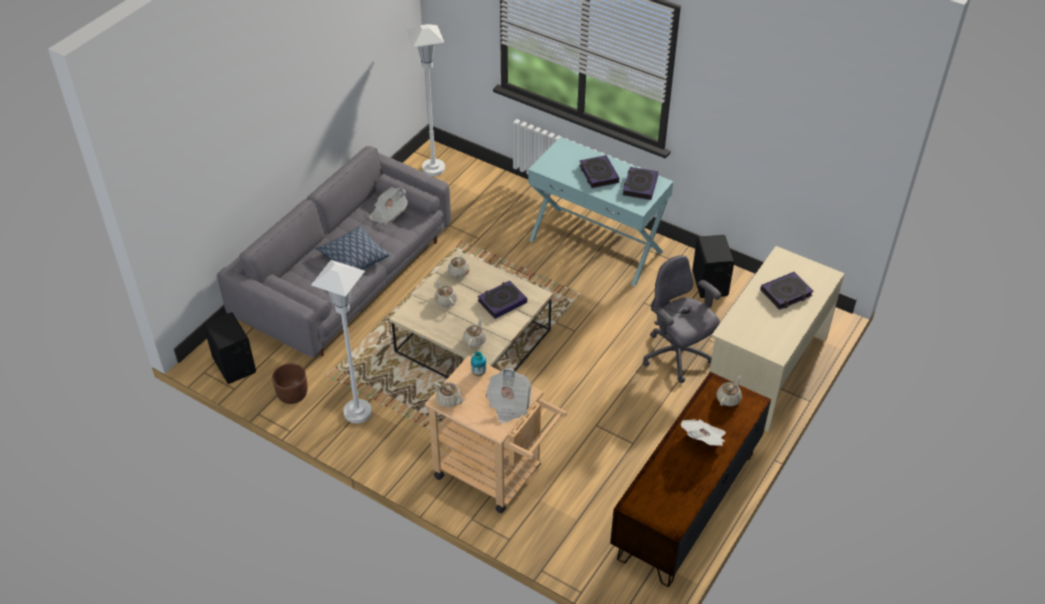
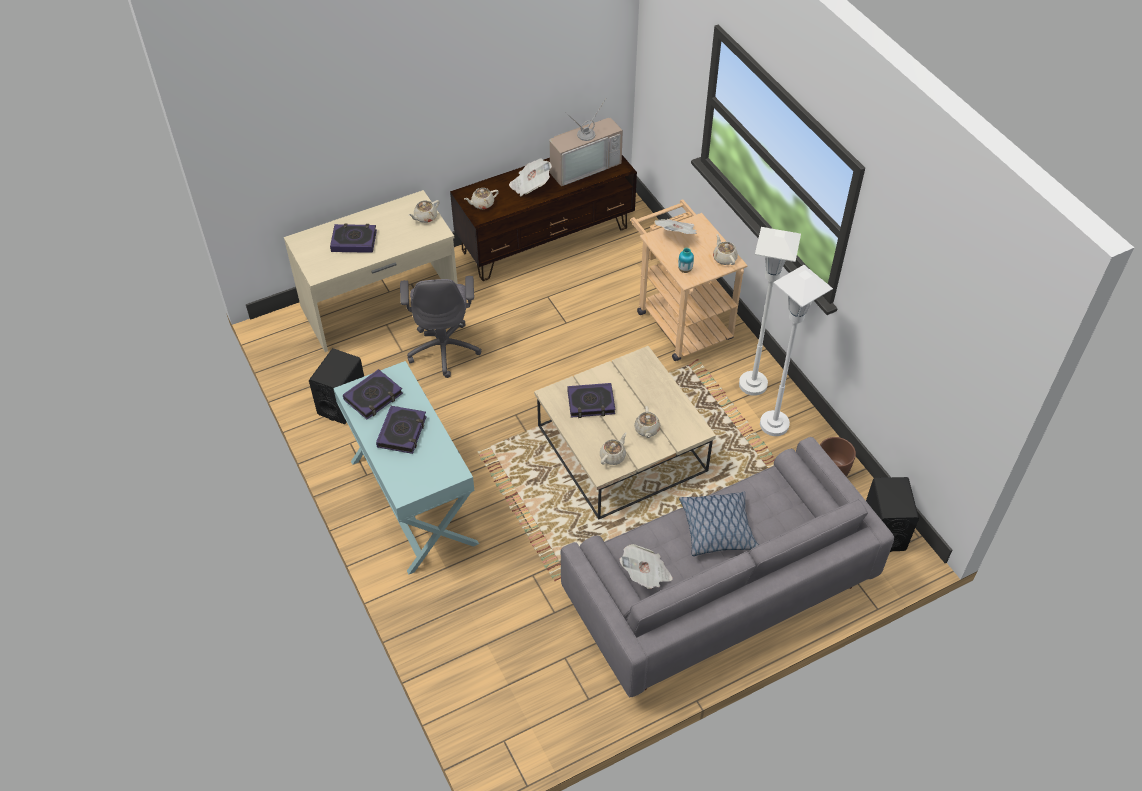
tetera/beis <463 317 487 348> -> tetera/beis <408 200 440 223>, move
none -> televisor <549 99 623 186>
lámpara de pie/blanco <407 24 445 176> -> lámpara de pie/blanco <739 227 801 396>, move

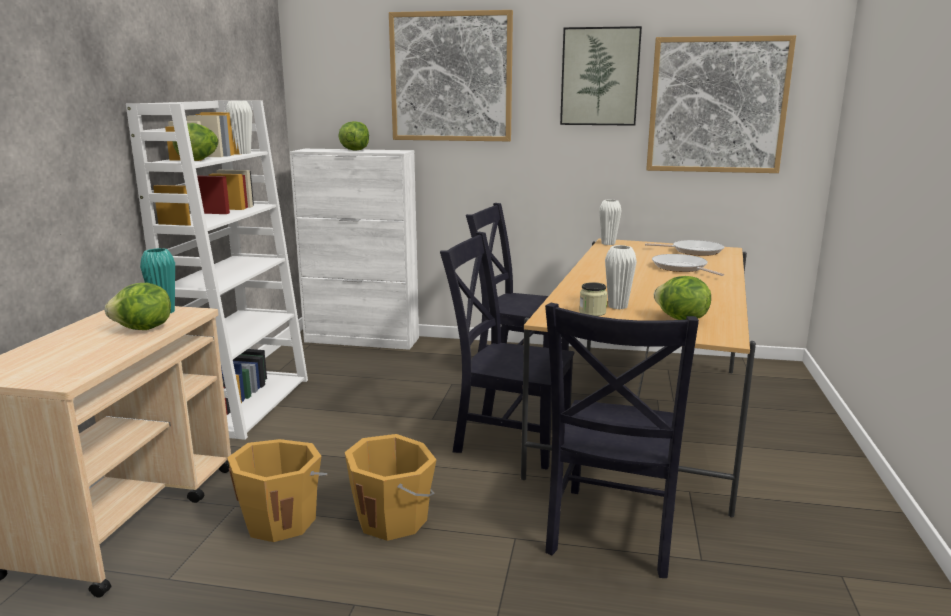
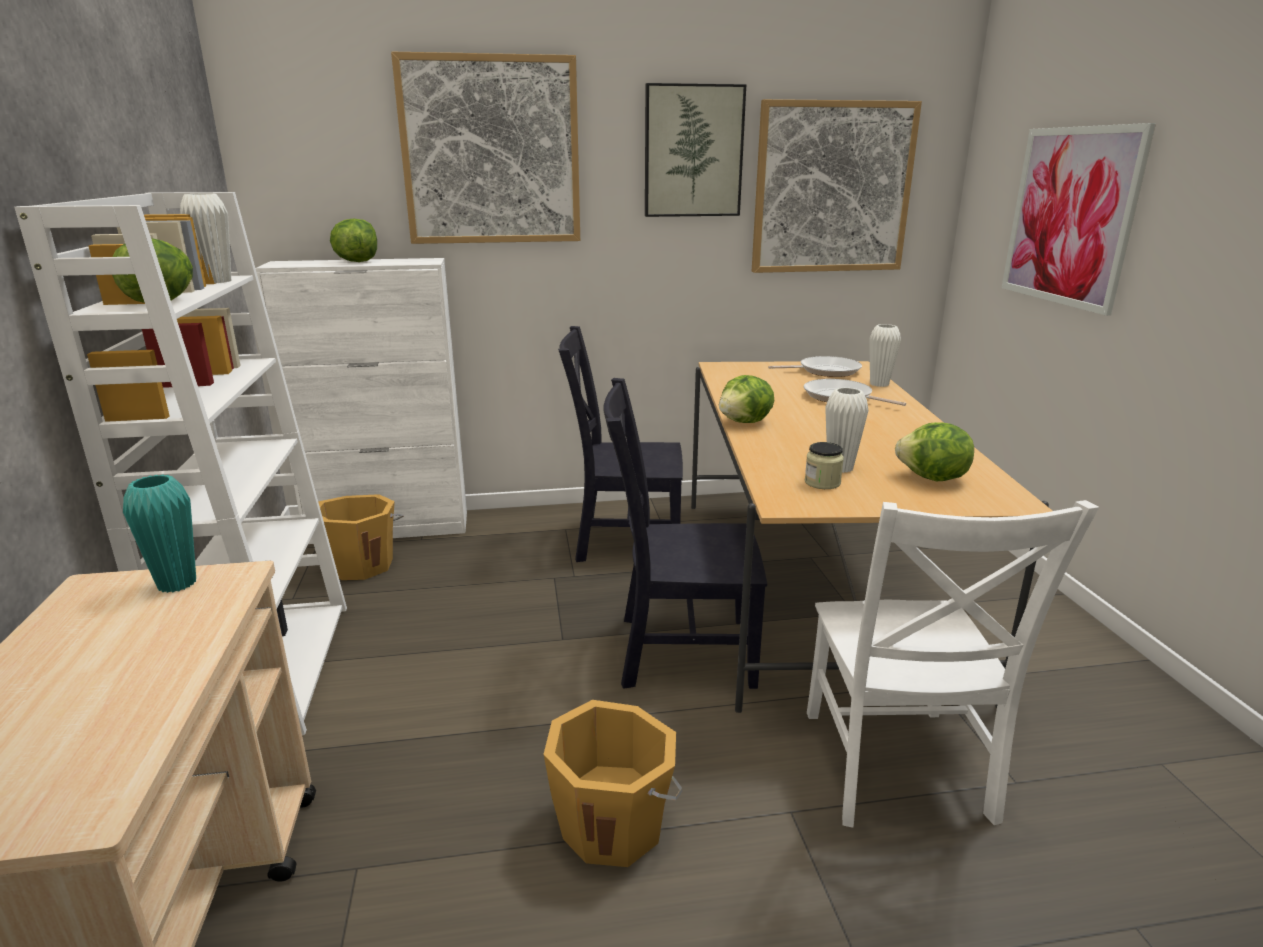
cubo/naranja <227 439 328 542> -> cubo/naranja <318 494 404 580>, move
lechuga <104 283 171 330> -> lechuga <719 375 774 423>, move
silla/negro <545 303 699 578> -> silla/blanco <807 500 1099 828>
florero/blanco <599 200 622 245> -> florero/blanco <869 324 901 387>, move
none -> cuadro <1002 123 1156 316>

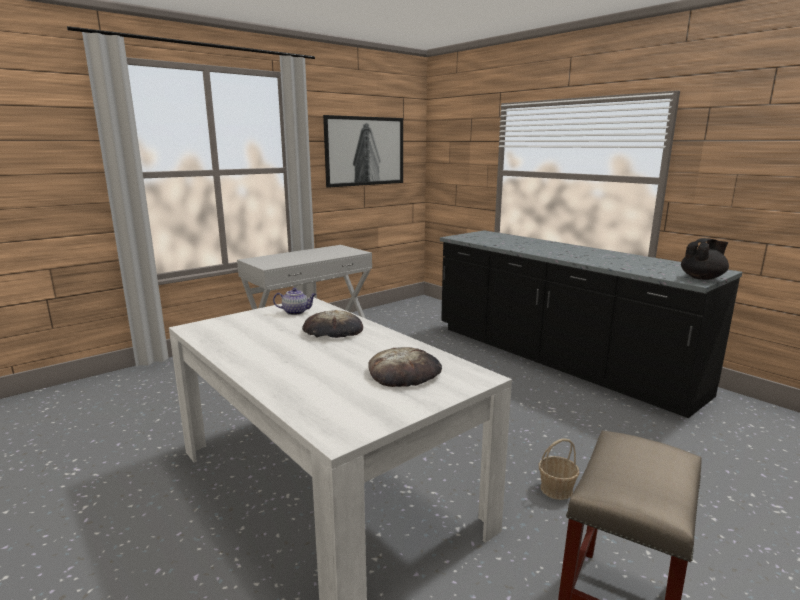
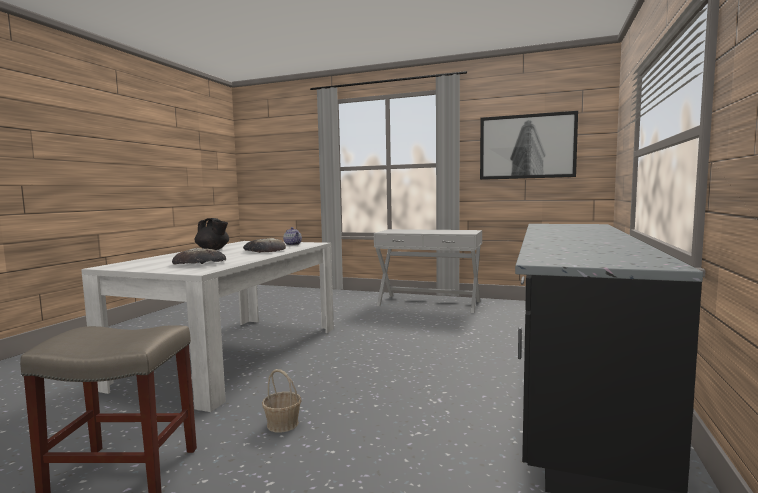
tetera/negro <681 238 729 280> -> tetera/negro <195 218 229 250>, move

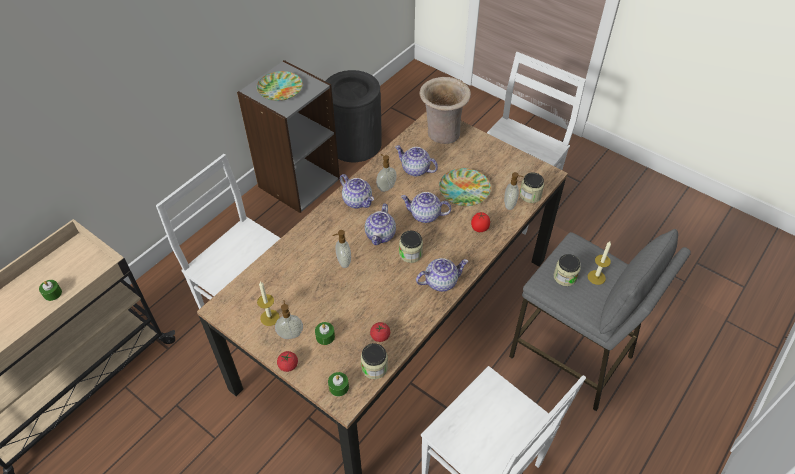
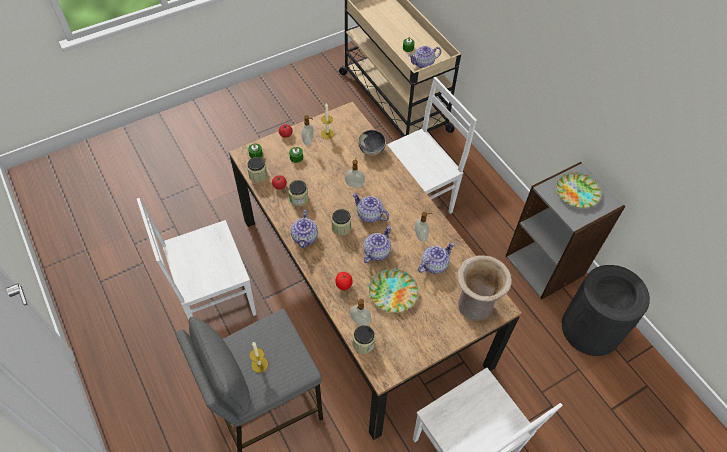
tarro <554 254 581 286> -> tarro <288 180 308 206>, move
none -> cuenco <358 130 386 156>
tetera <340 174 374 208> -> tetera <408 46 441 68>, move

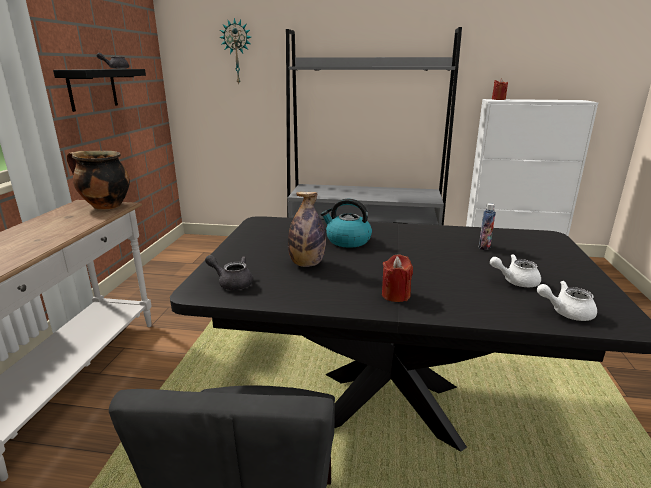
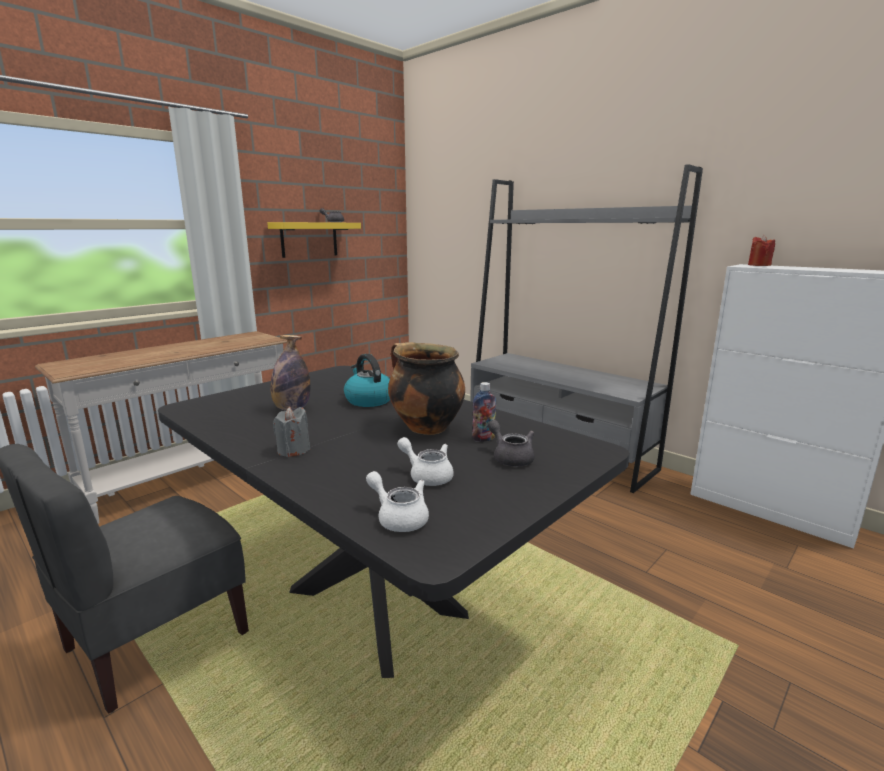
estante/negro <53 69 146 112> -> estante/amarillo <267 222 361 258>
vela/rojo <382 254 413 302> -> vela/gris <273 407 310 457>
olla <67 151 130 210> -> olla <388 342 465 435>, move
tetera/gris <205 255 253 290> -> tetera/gris <488 420 534 467>, move
reloj de pared <219 18 251 84> -> none

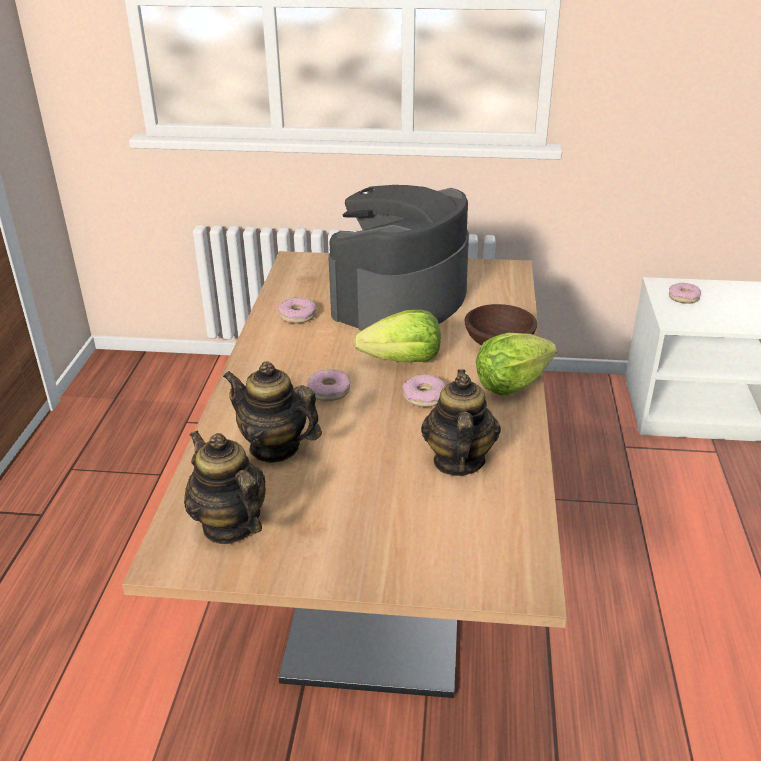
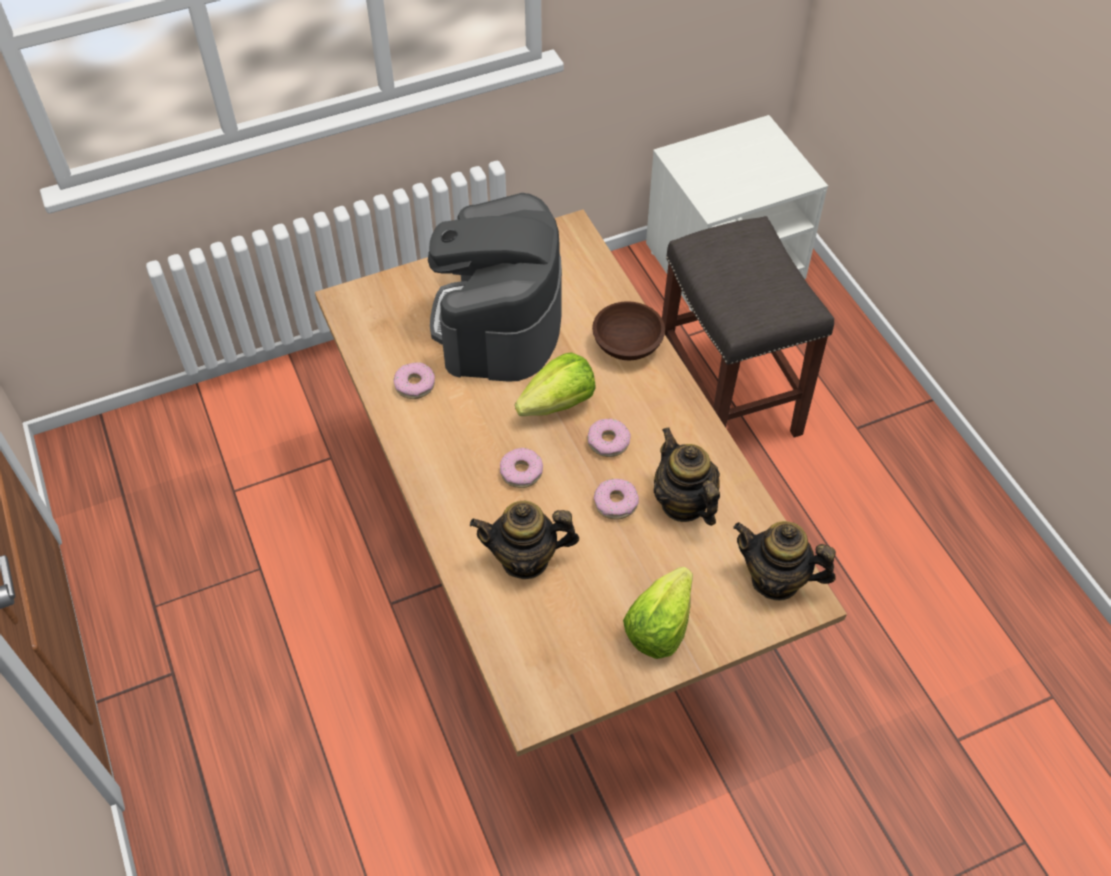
rosquilla <669 283 701 304> -> rosquilla <594 479 639 519>, move
lechuga <476 333 557 395> -> lechuga <623 567 693 659>, move
none -> taburete/gris <662 216 834 438>
tetera <184 431 266 544> -> tetera <733 521 836 601>, move

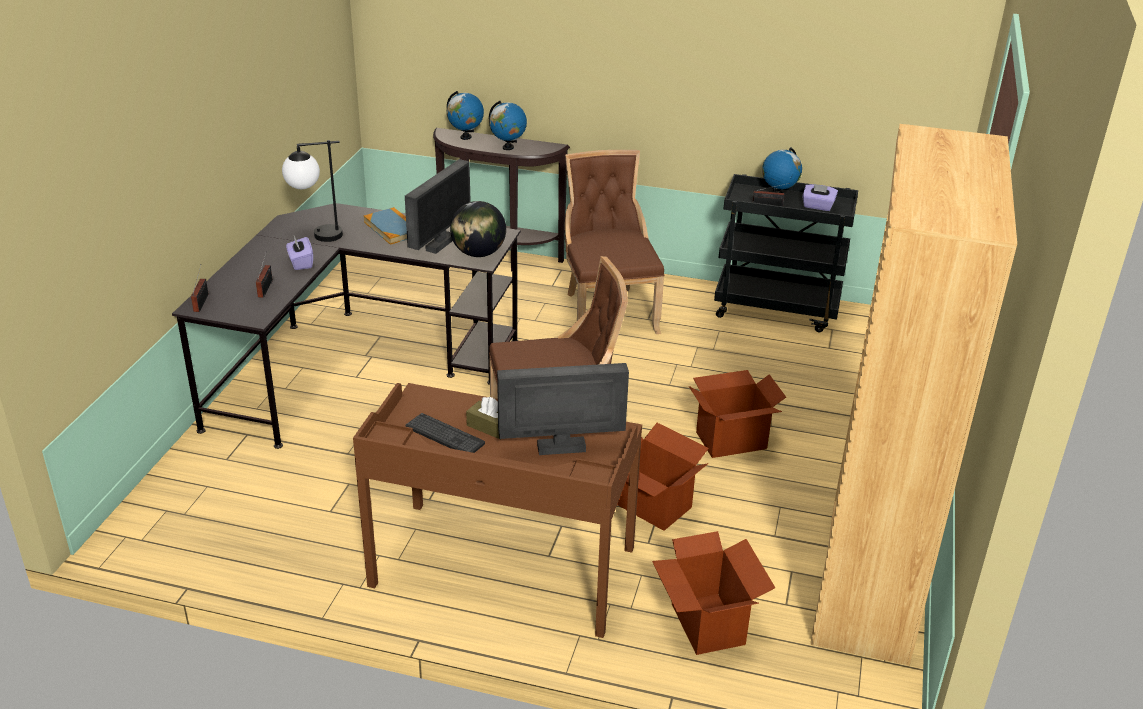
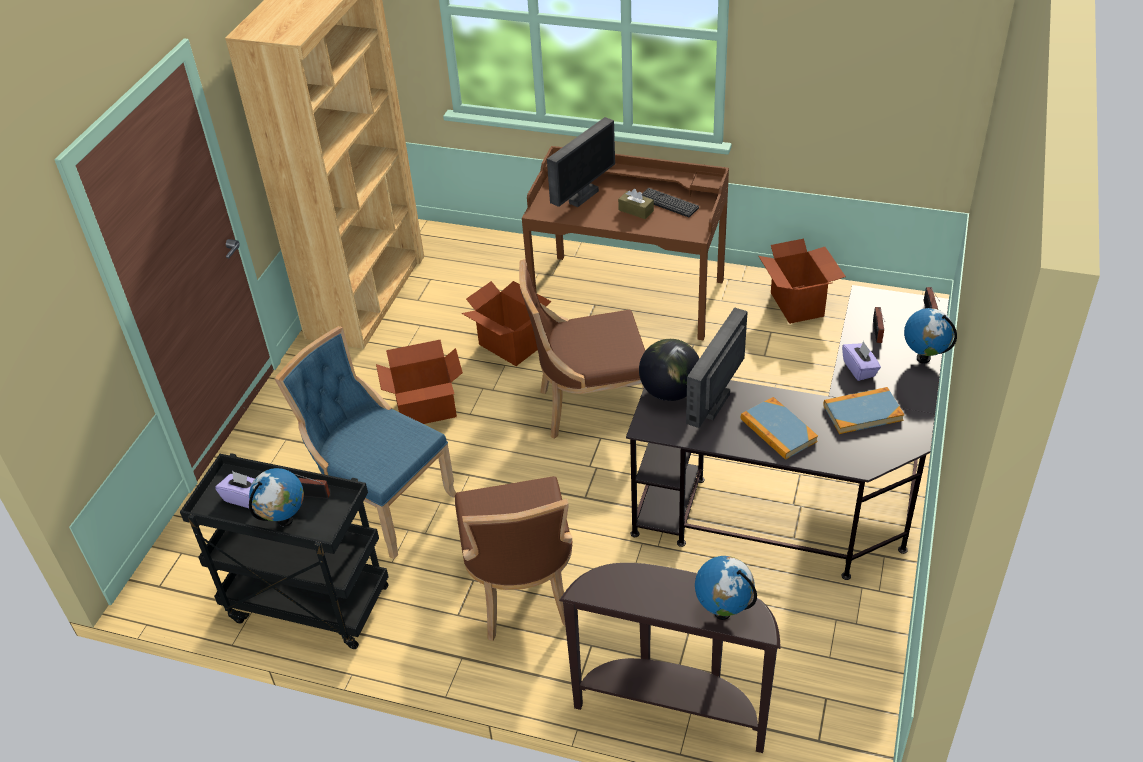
none -> silla/azul <274 326 457 559>
monitor <497 363 629 455> -> monitor <547 117 615 207>, 45 degrees counterclockwise
caja de cartón <652 531 775 655> -> caja de cartón <759 239 846 324>, move
lámpara de mesa <282 140 343 242> -> libro <824 387 905 434>
globo terráqueo <489 101 527 150> -> globo terráqueo <904 308 957 364>, move

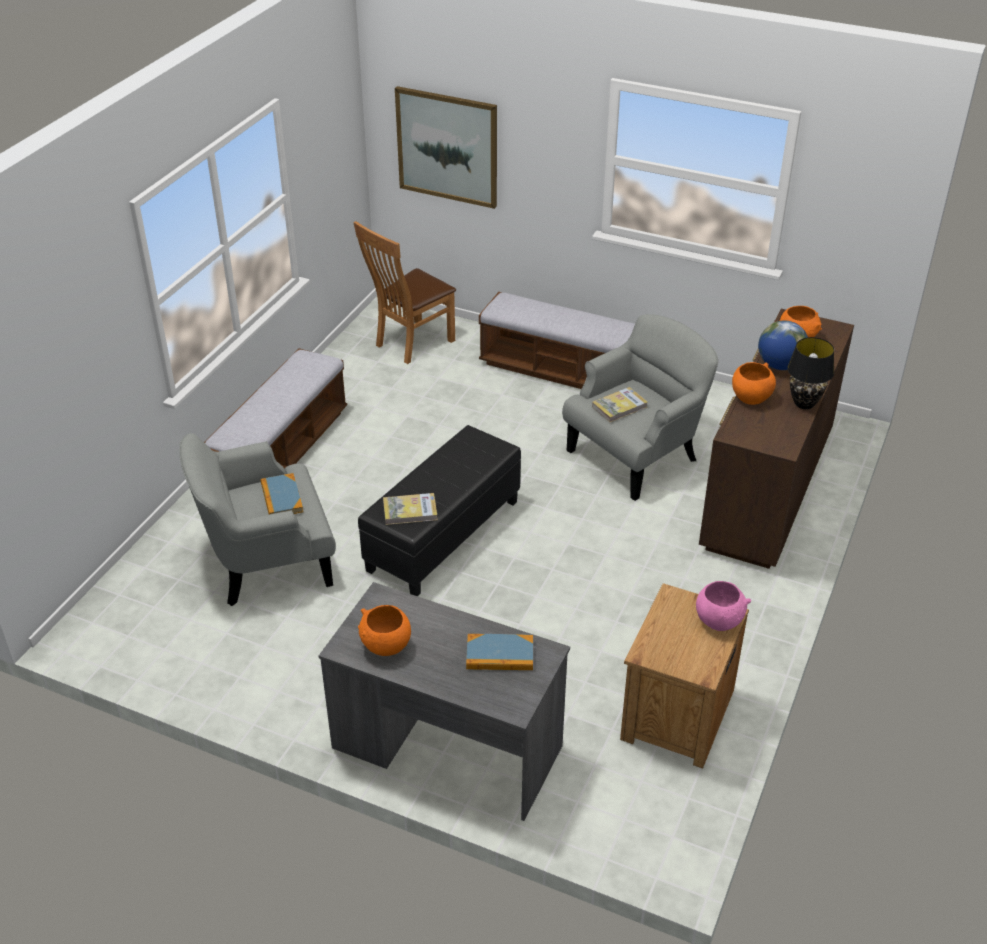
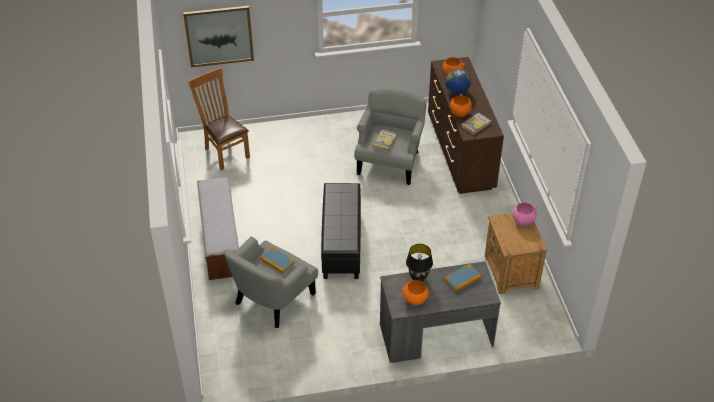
silla/marrón <353 221 456 364> -> silla/marrón <188 68 250 171>, 135 degrees clockwise
lámpara de mesa/negro <787 337 834 409> -> lámpara de mesa/negro <406 244 433 282>, move
libro <383 493 437 525> -> libro <461 113 491 135>, move
banco <479 292 635 389> -> none

